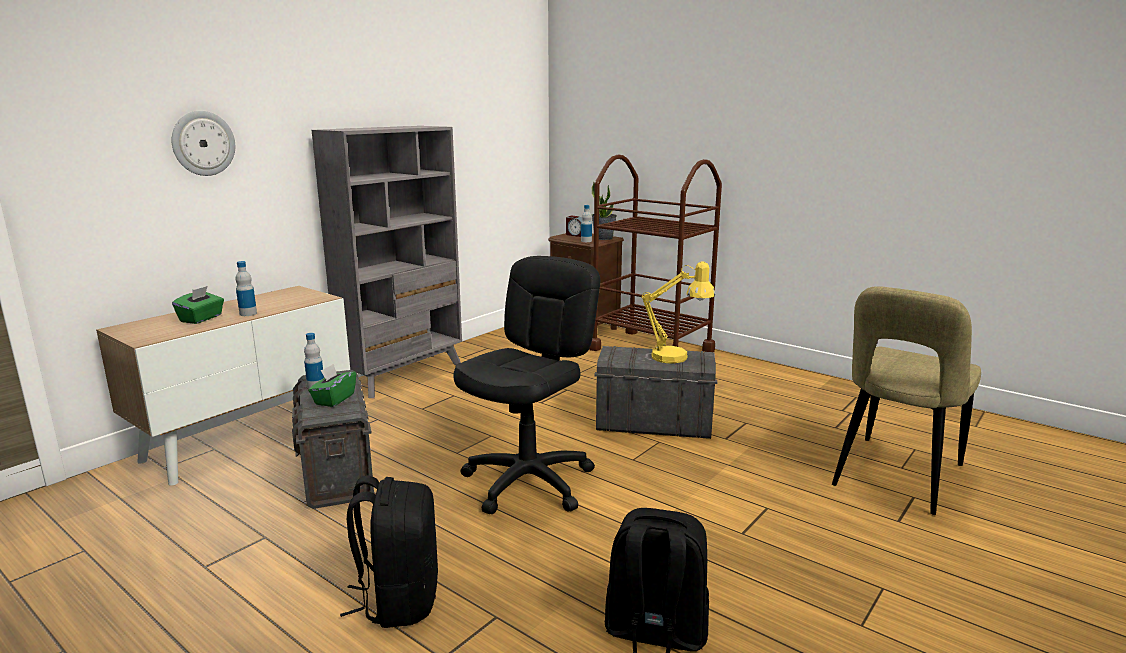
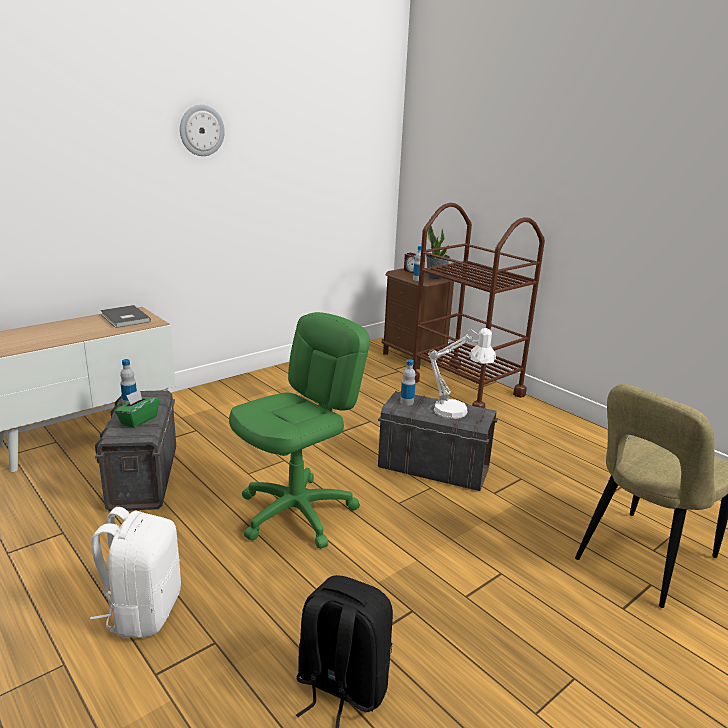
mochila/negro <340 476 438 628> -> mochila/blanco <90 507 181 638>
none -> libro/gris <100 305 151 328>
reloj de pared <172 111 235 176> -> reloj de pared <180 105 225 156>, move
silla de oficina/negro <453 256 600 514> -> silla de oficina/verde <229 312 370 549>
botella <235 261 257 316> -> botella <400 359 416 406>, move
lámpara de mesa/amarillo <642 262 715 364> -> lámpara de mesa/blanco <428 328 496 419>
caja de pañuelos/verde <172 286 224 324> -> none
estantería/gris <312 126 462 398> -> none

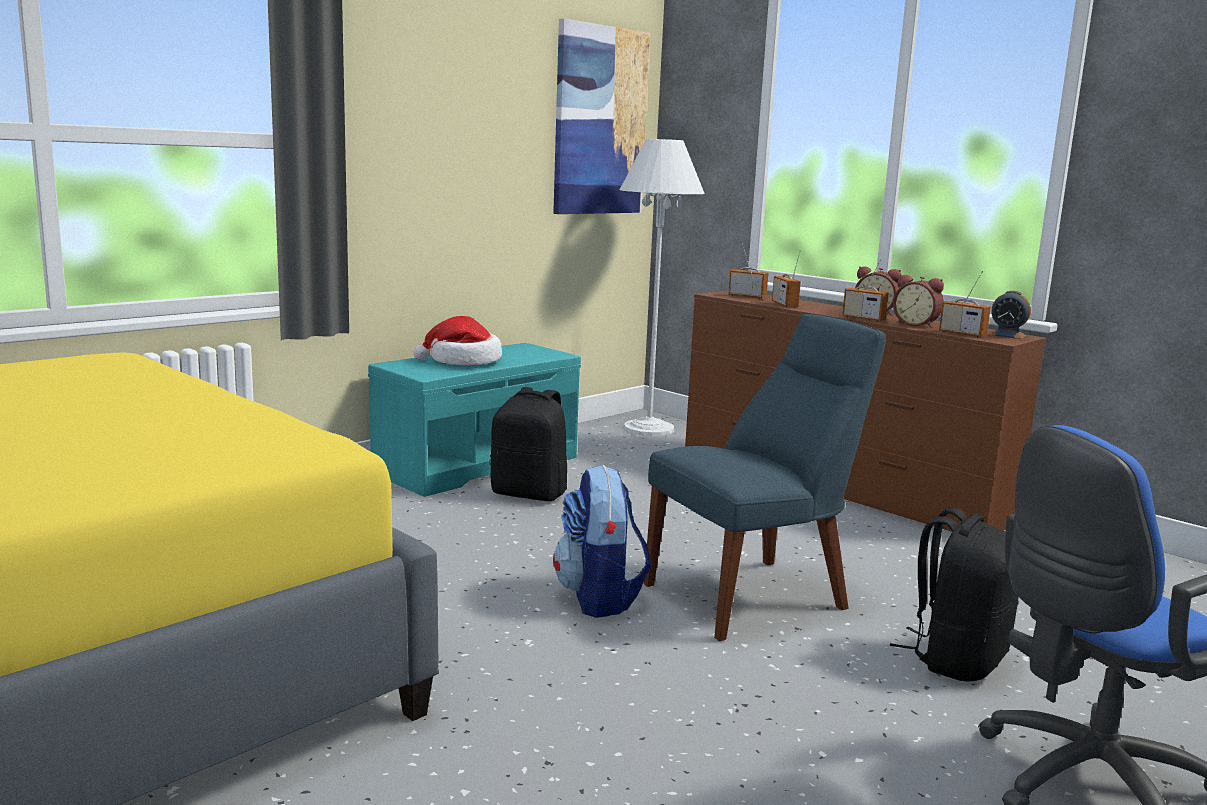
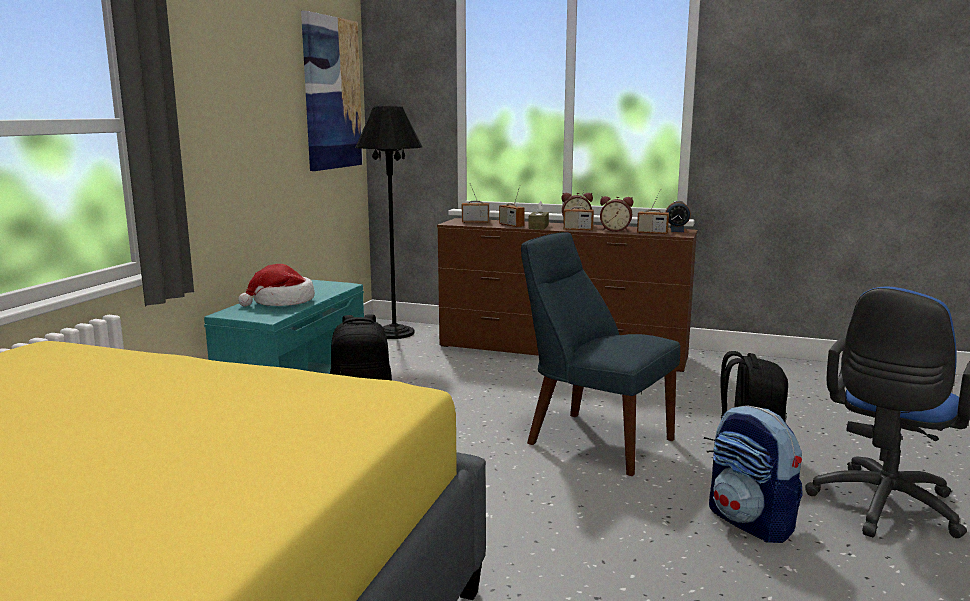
lámpara de pie/blanco <619 139 705 436> -> lámpara de pie/negro <355 106 422 339>
silla/azul <644 314 886 641> -> silla/azul <521 232 680 476>, 90 degrees counterclockwise
none -> caja de pañuelos/marrón <528 201 549 229>
mochila <553 465 651 618> -> mochila <709 405 803 543>, move

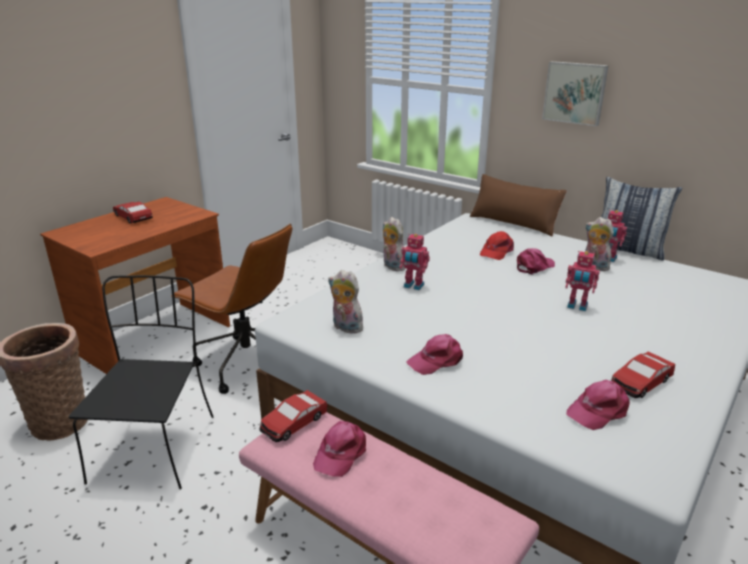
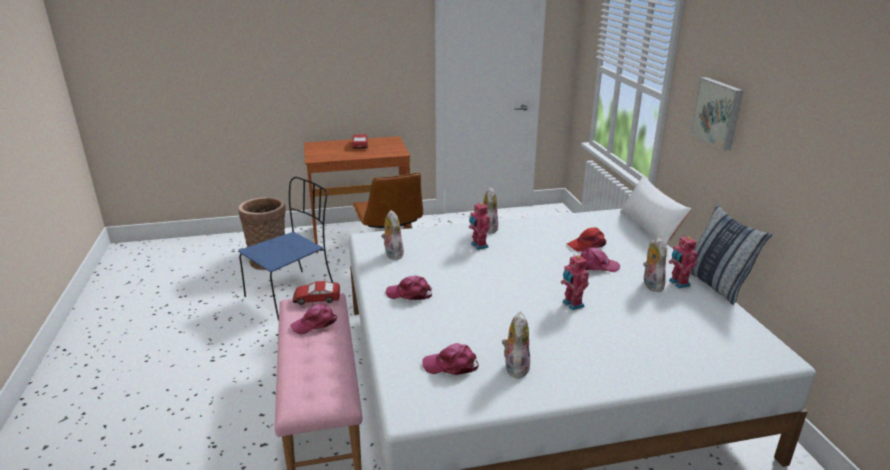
silla/negro <69 275 213 489> -> silla/azul <238 177 333 321>
coche de juguete <611 351 675 398> -> peluche <502 312 530 378>
cojín/marrón <470 174 567 236> -> cojín/blanco <620 175 691 246>

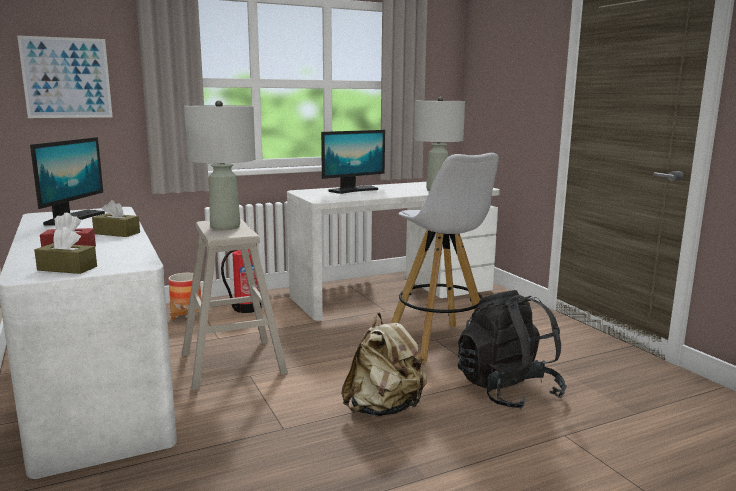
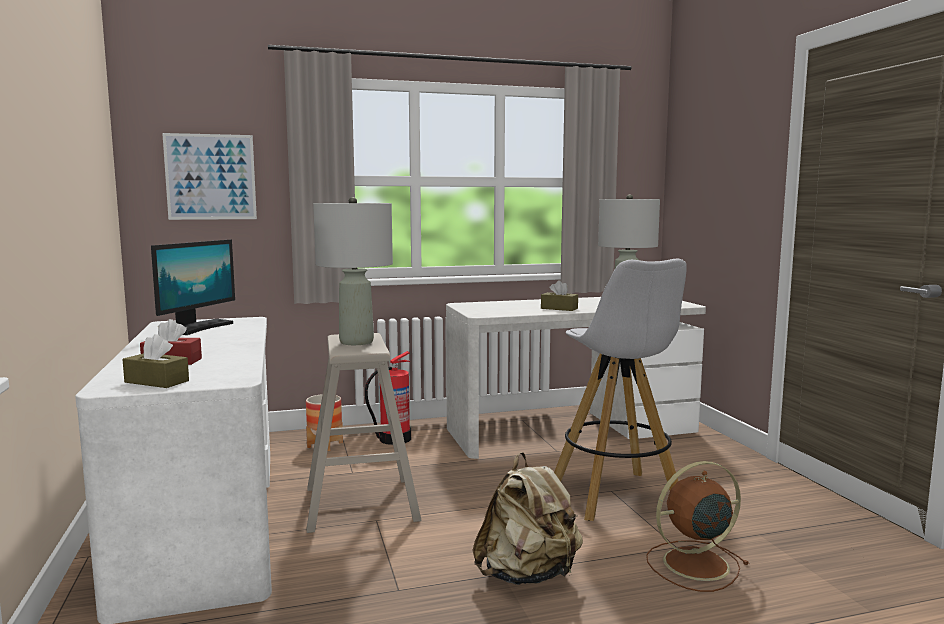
caja de pañuelos/marrón <92 200 140 237> -> caja de pañuelos/marrón <541 280 578 311>, move
mochila/negro <458 290 567 410> -> ventilador/marrón <646 461 749 592>
monitor <321 130 385 194> -> none

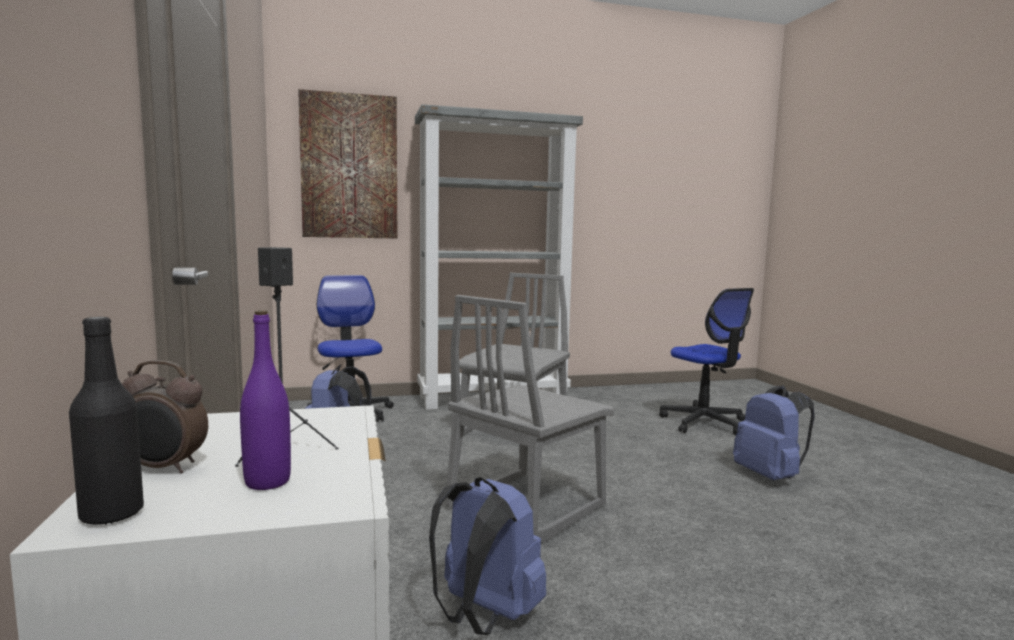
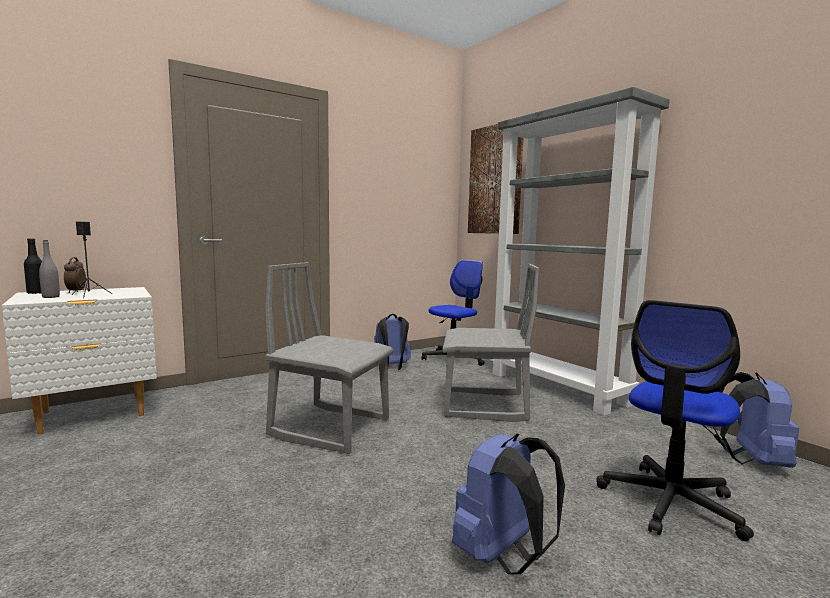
botella/morado <240 310 291 490> -> botella/gris <39 240 60 298>
mochila/azul <429 477 546 635> -> mochila/azul <713 372 799 468>, move

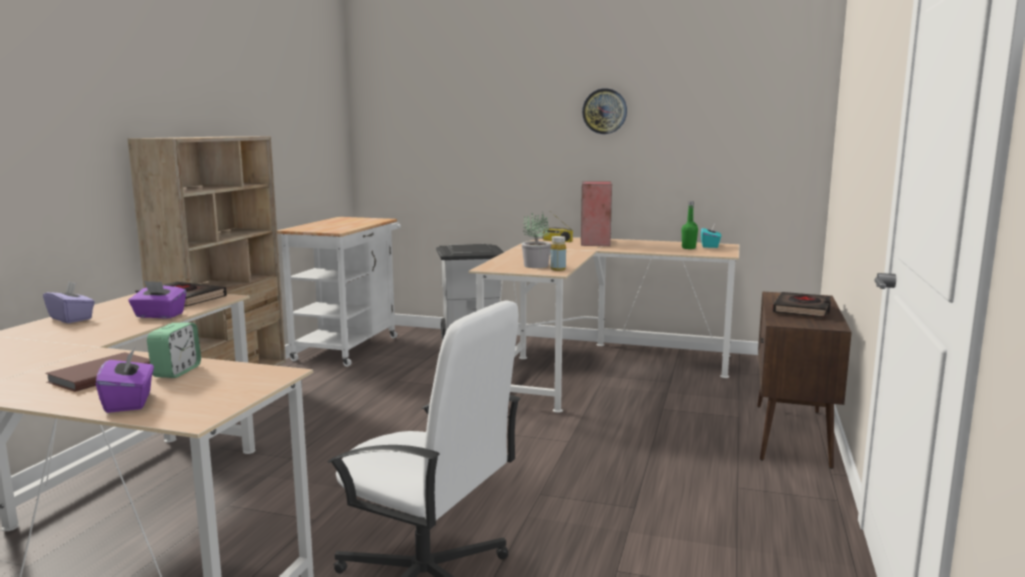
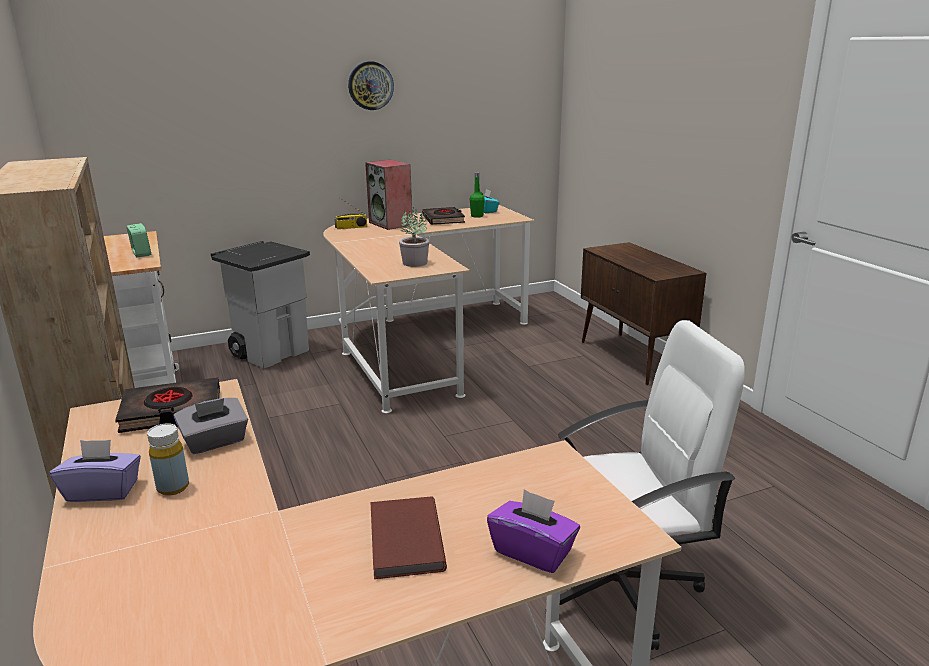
despertador <147 323 201 378> -> despertador <127 223 151 257>, move
botella/amarillo <550 236 566 271> -> botella/amarillo <147 423 189 496>, move
caja de pañuelos/morado <128 281 186 319> -> caja de pañuelos/gris <174 398 248 454>
libro/negro <772 292 831 318> -> libro/negro <422 207 465 225>, move

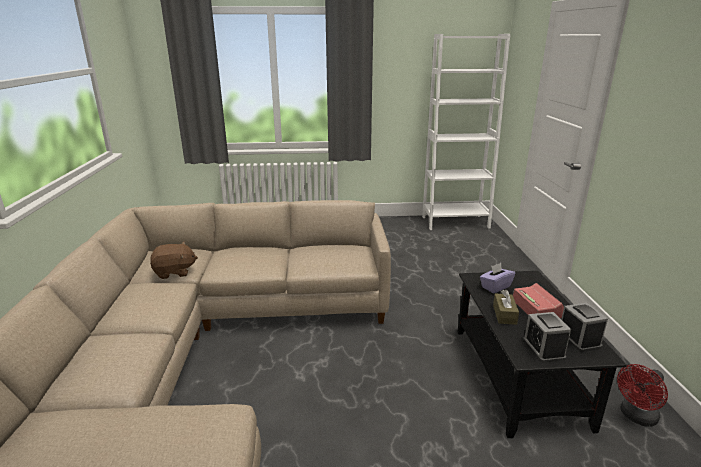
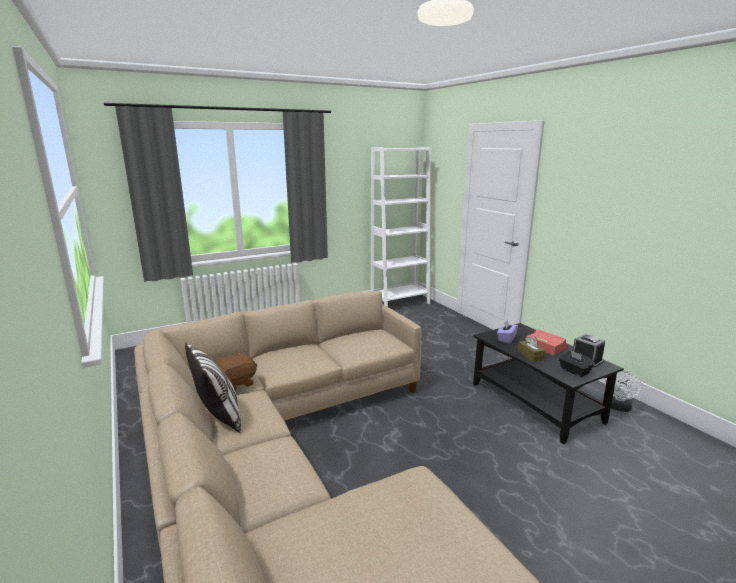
none -> cojín <185 342 241 433>
despertador <523 312 571 363> -> caja de pañuelos/negro <559 350 595 377>
ventilador/rojo <617 364 668 427> -> ventilador/blanco <605 370 642 412>

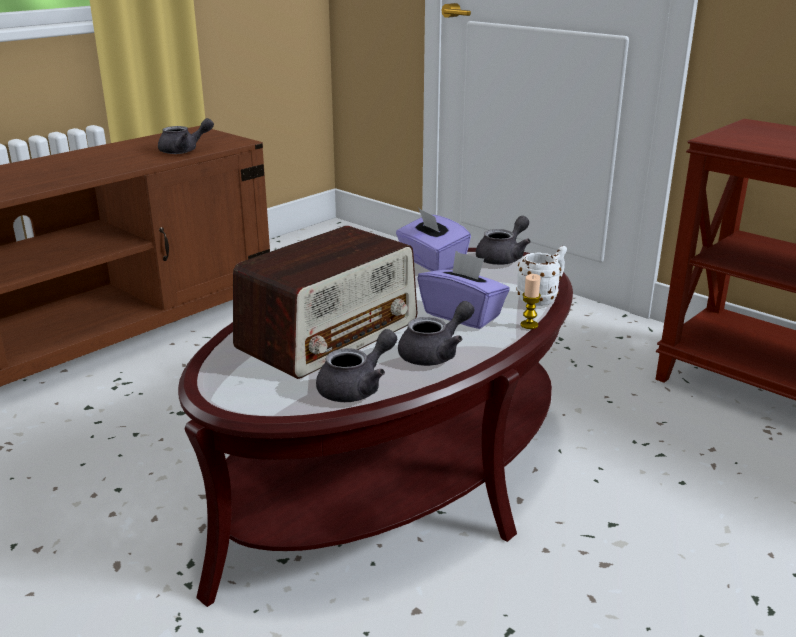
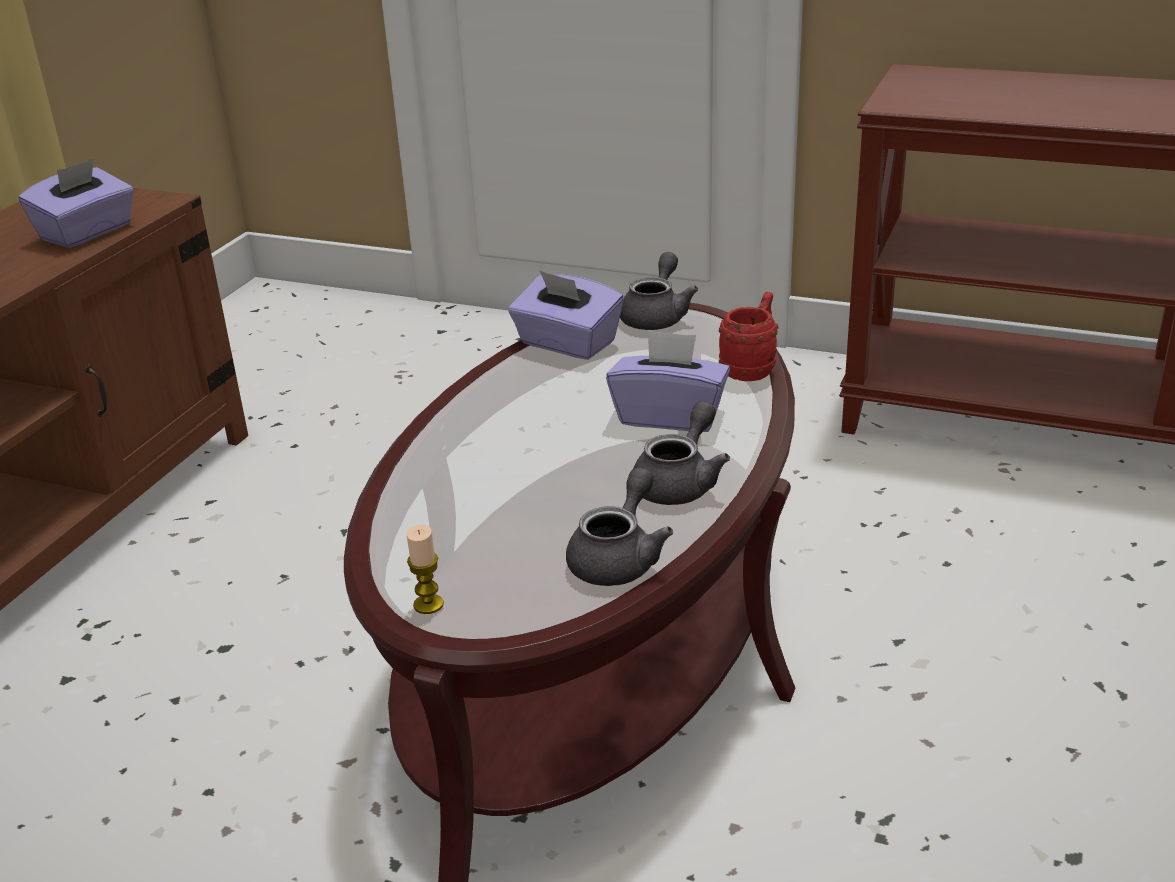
tetera/gris <158 118 214 154> -> caja de pañuelos/morado <19 158 134 248>
vela <520 274 541 329> -> vela <407 524 444 614>, move
taza grande/blanco <516 246 567 306> -> taza grande/rojo <719 292 779 381>
radio <233 226 417 379> -> none

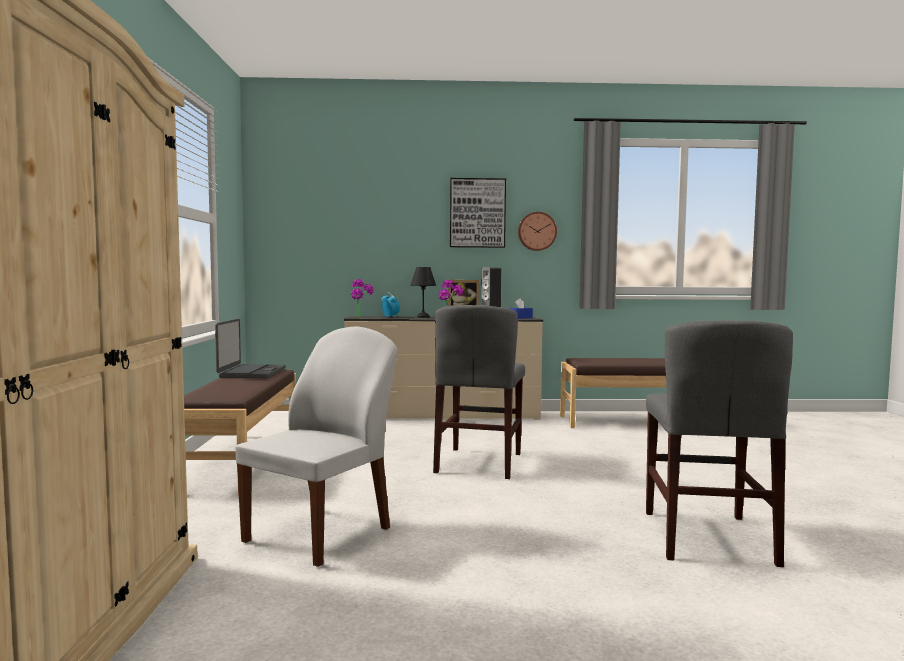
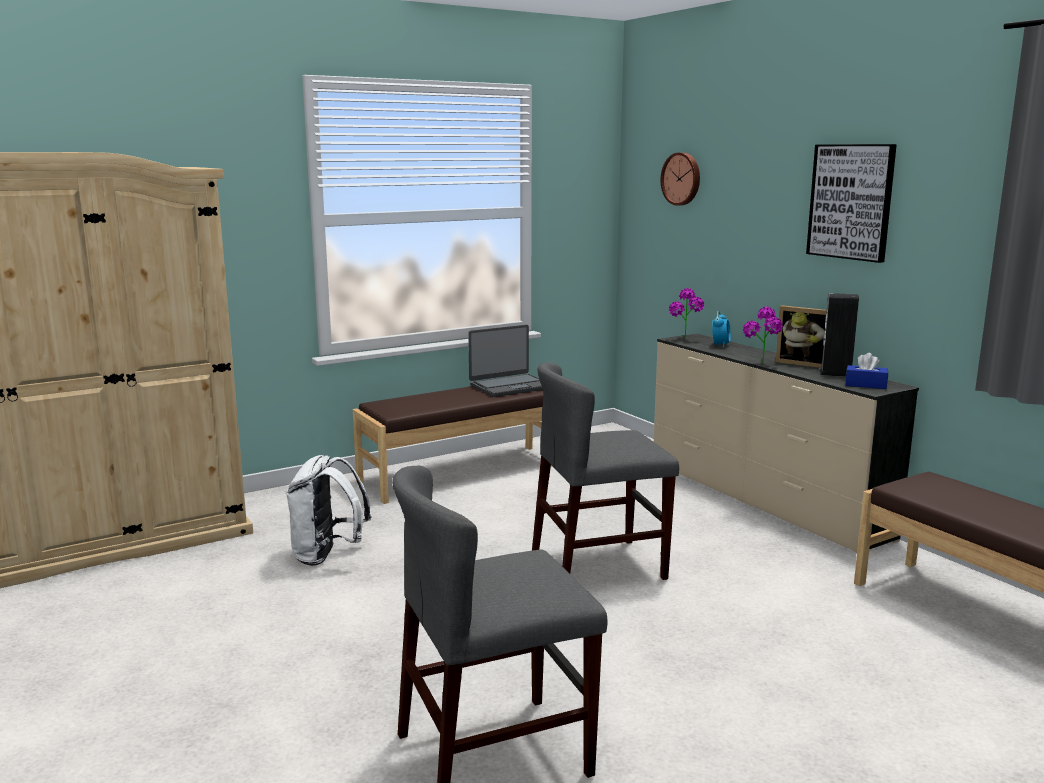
silla/blanco <235 327 397 567> -> mochila/blanco <286 455 372 566>
reloj de pared <518 212 557 251> -> reloj de pared <660 153 700 206>, move
lámpara de mesa/negro <411 267 436 318> -> none

